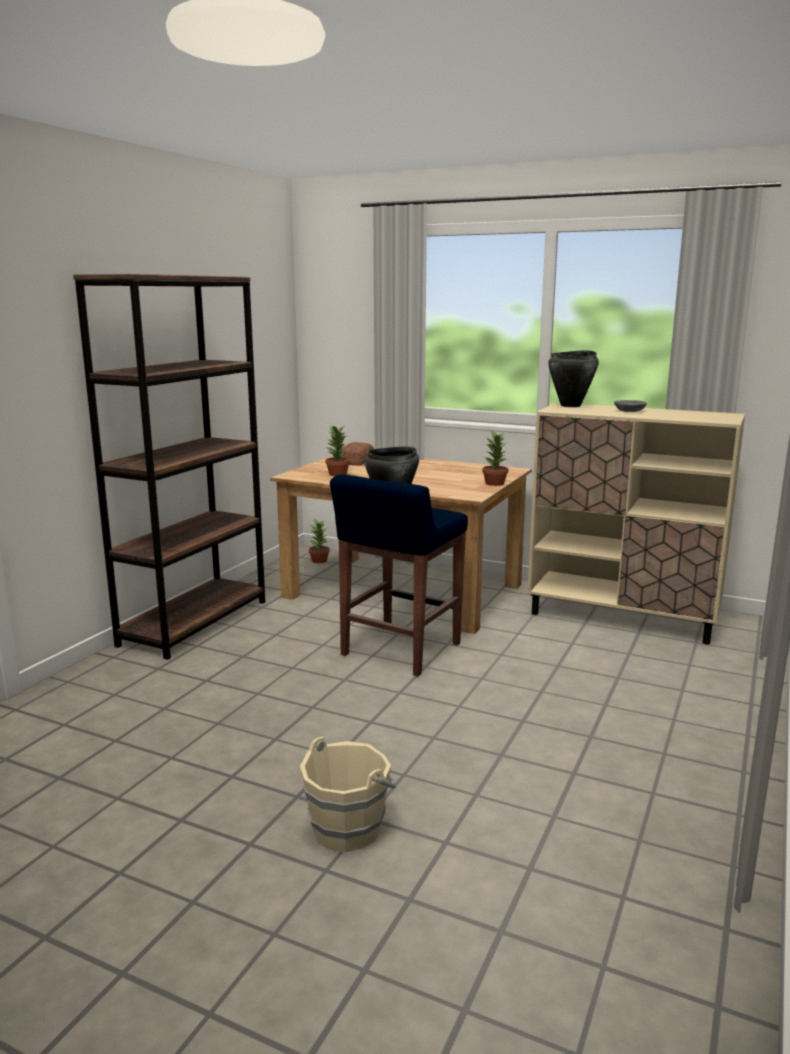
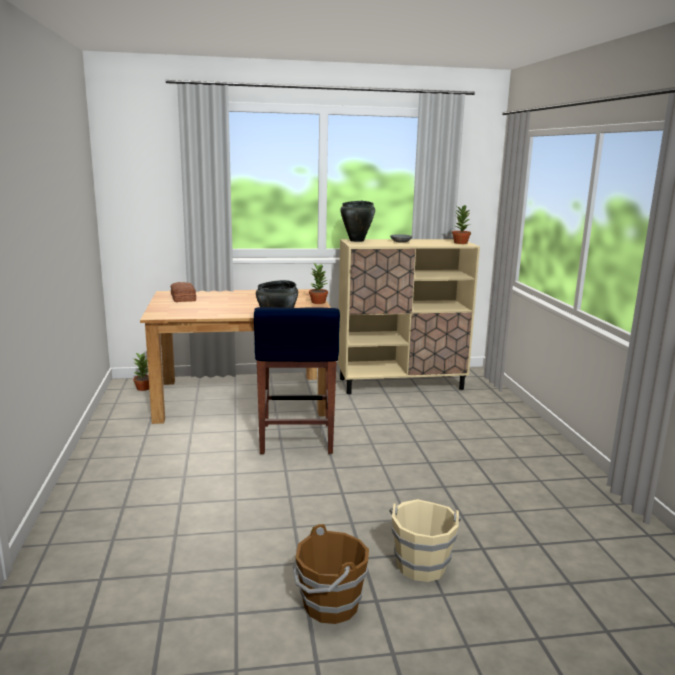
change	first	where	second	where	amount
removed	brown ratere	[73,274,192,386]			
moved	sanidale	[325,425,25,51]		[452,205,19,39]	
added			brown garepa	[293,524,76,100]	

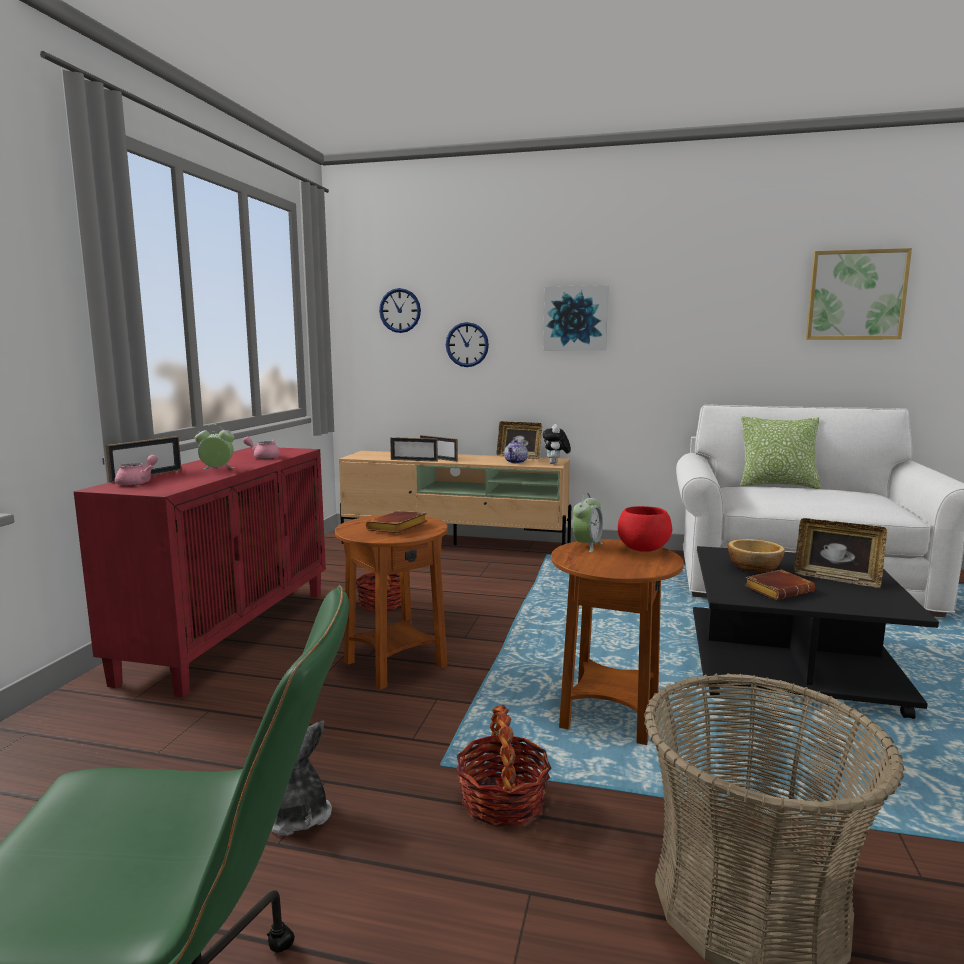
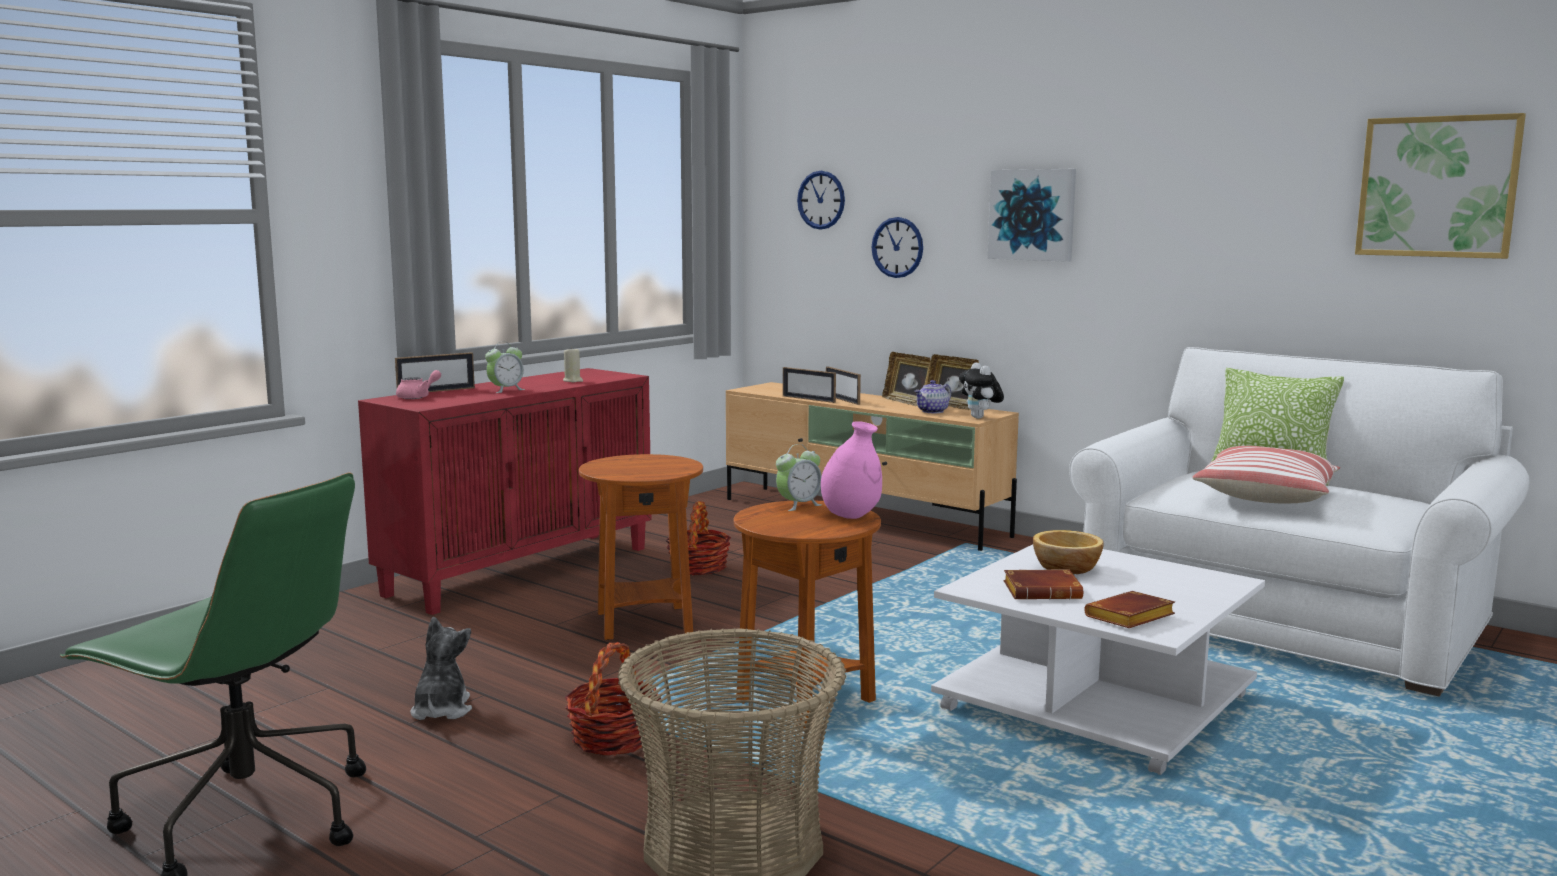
change	first	where	second	where	amount
turned	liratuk	[195,425,40,44]		[485,342,40,51]	120 degrees clockwise
replaced	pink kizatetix	[243,437,37,22]	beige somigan	[563,348,20,34]	
moved	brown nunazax	[366,511,61,22]		[1084,591,91,37]	
turned	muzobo	[542,424,29,40]		[959,362,45,57]	45 degrees counterclockwise
replaced	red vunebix	[618,506,54,46]	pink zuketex	[821,421,61,98]	
recoloured	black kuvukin	[693,546,246,173]	white kuvukin	[931,545,334,230]	
moved	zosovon	[794,518,93,70]		[882,352,50,54]	
added			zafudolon	[1192,446,148,58]	

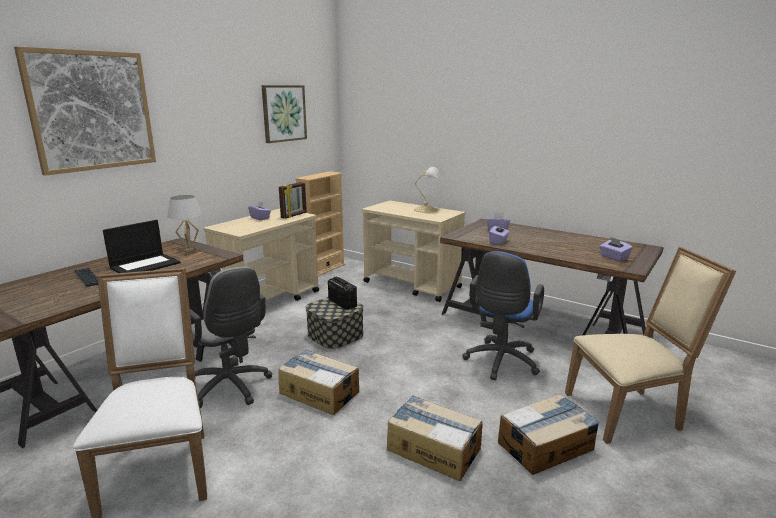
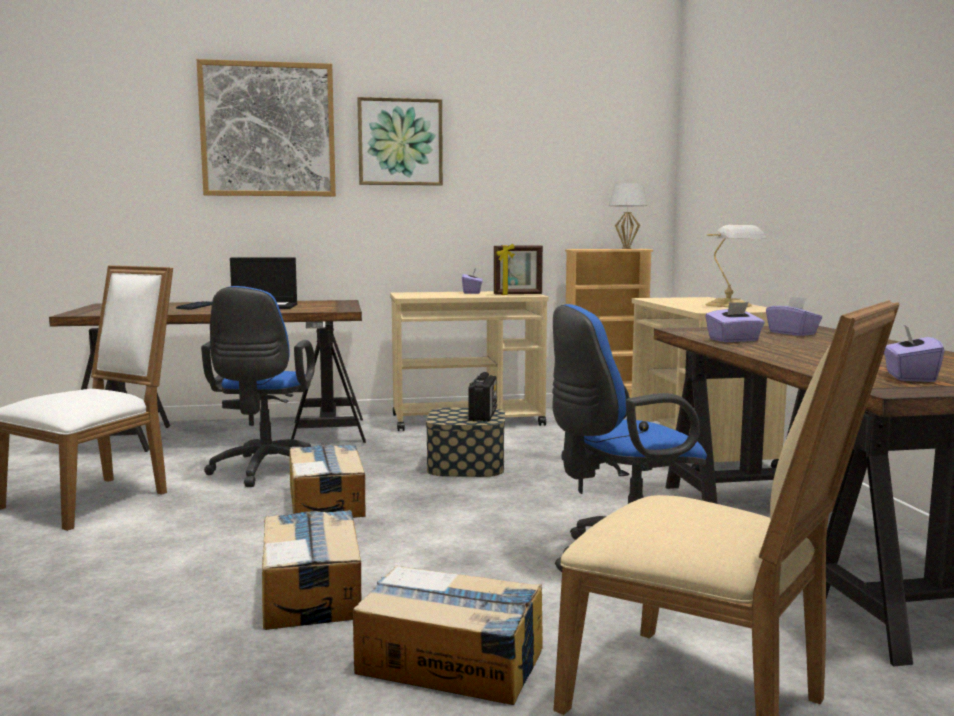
change	first	where	second	where	amount
moved	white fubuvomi	[167,195,35,56]		[609,183,38,66]	
recoloured	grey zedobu	[190,267,82,141]	blue zedobu	[201,286,114,201]	
moved	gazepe	[261,85,46,58]		[357,97,86,89]	

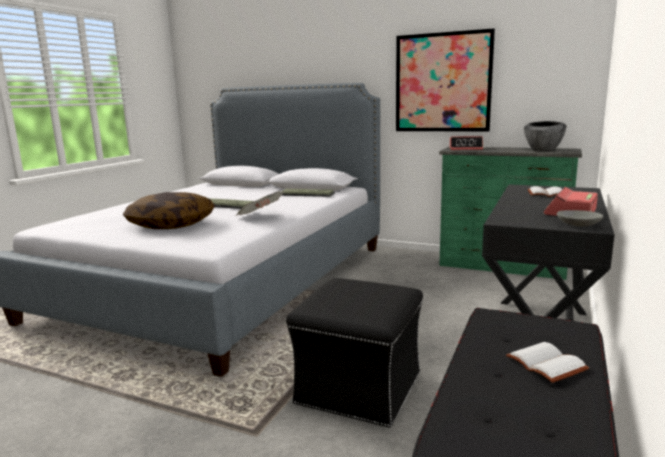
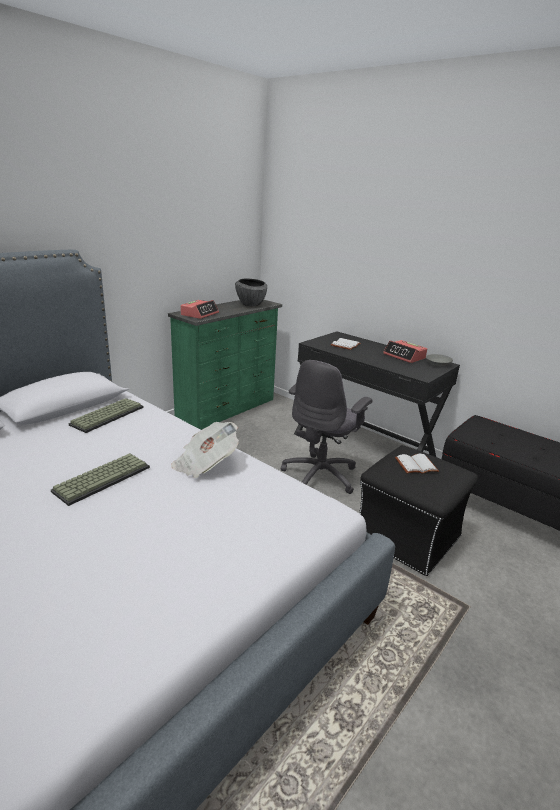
change	first	where	second	where	amount
removed	zafudolon	[123,192,92,37]			
removed	gazepe	[396,28,99,104]			
moved	white nunazax	[506,342,83,41]		[395,454,44,20]	
added			grey zedobu	[281,360,92,134]	

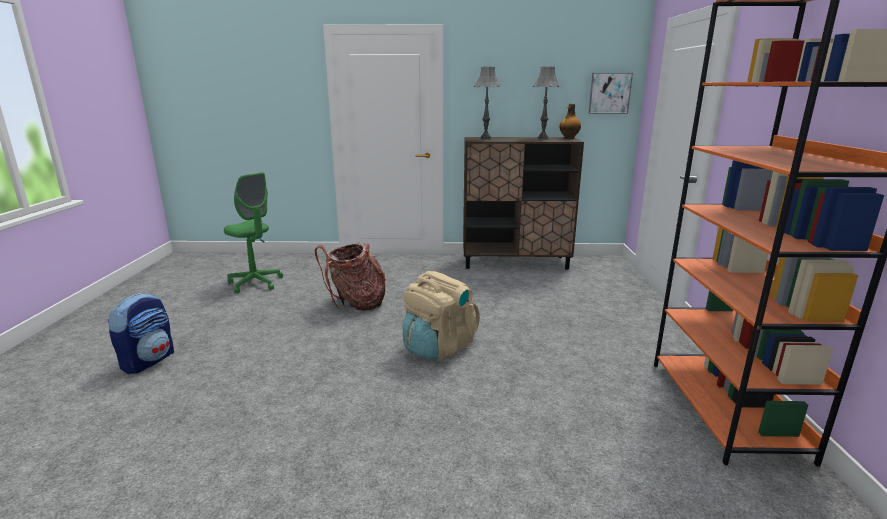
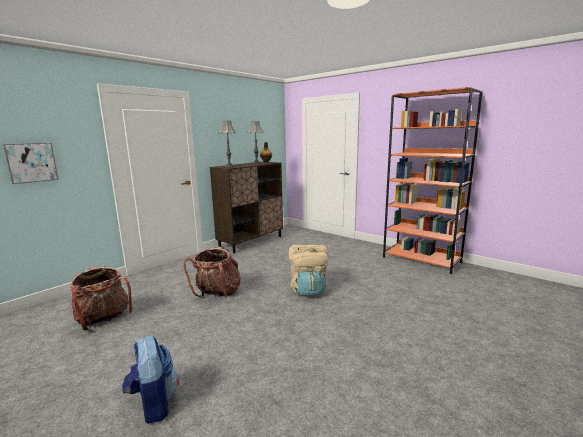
change	first	where	second	where	amount
replaced	green zedobu	[224,172,59,122]	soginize	[70,266,62,64]	
moved	gazepe	[589,73,44,41]		[3,143,56,41]	

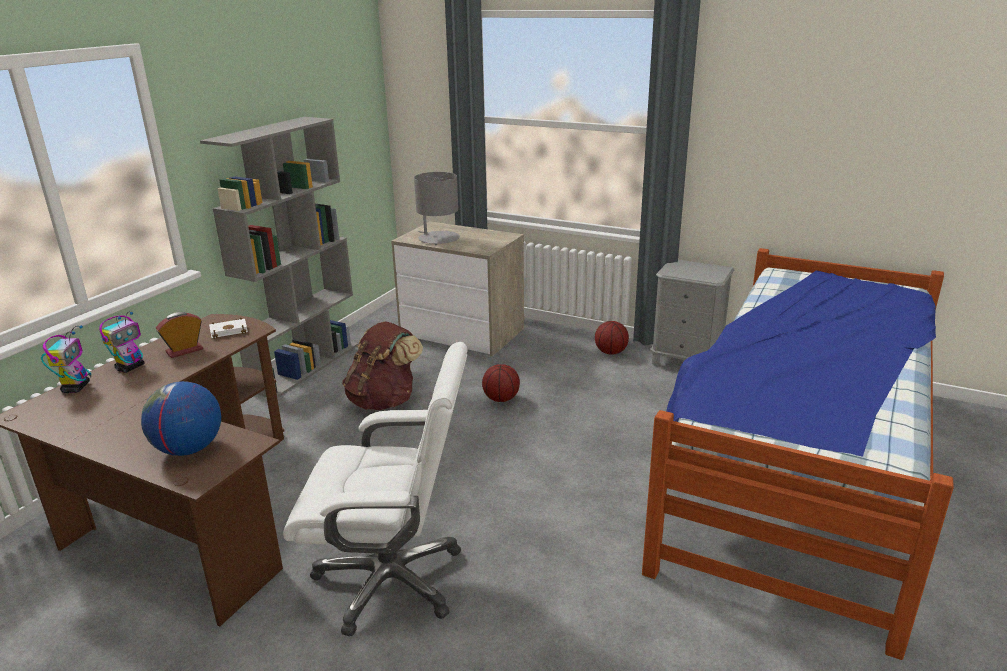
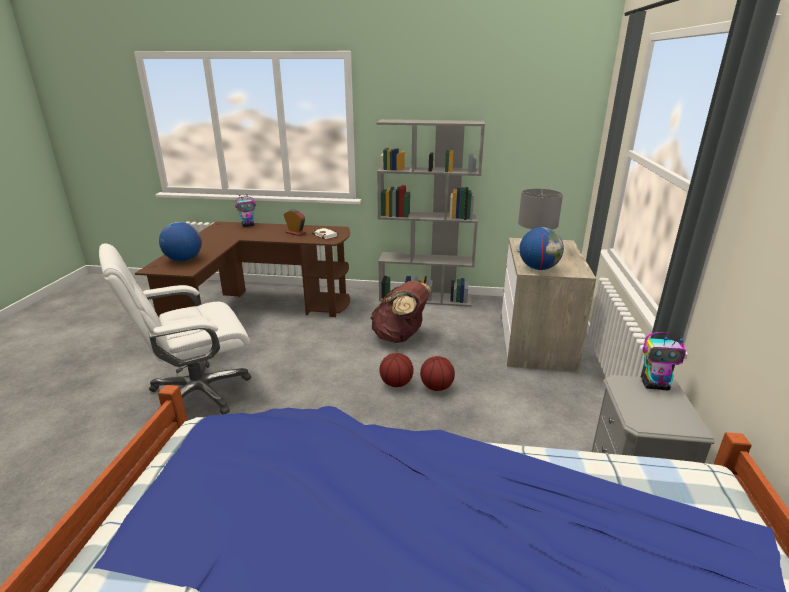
change	first	where	second	where	amount
moved	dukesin	[99,312,45,61]		[641,332,45,58]	
turned	white zedobu	[283,342,185,295]		[99,243,152,172]	75 degrees clockwise
moved	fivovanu	[595,321,34,34]		[379,353,35,34]	
added			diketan	[520,227,44,43]	

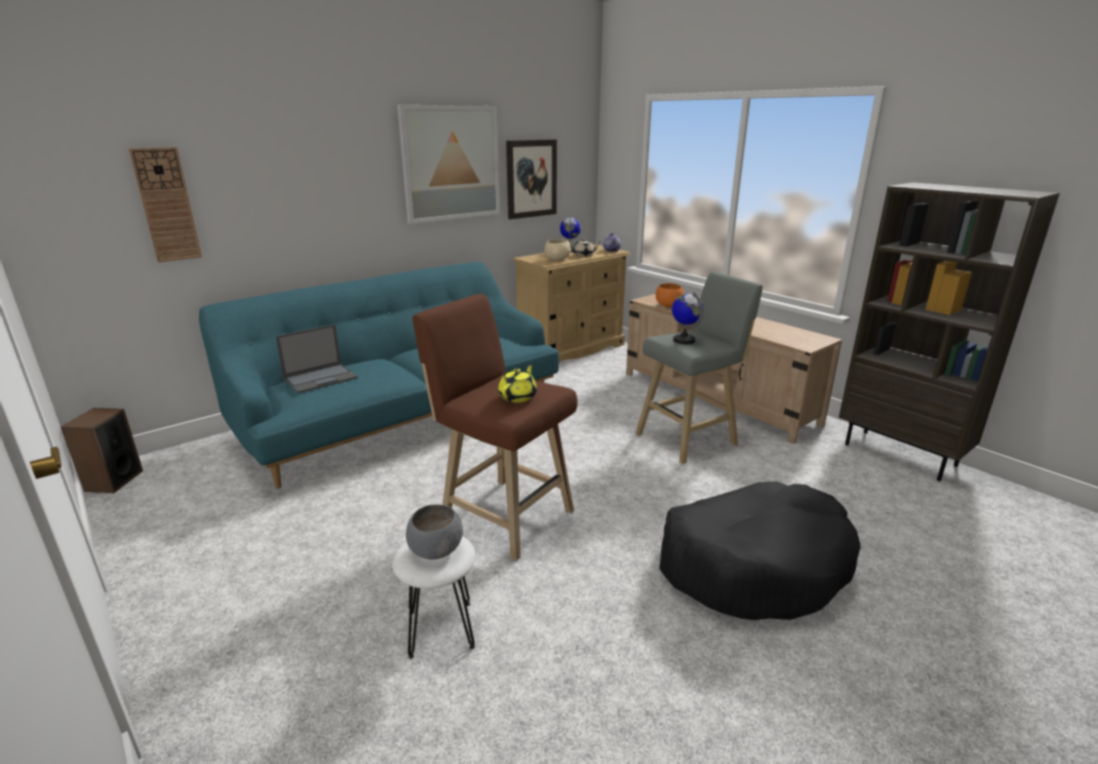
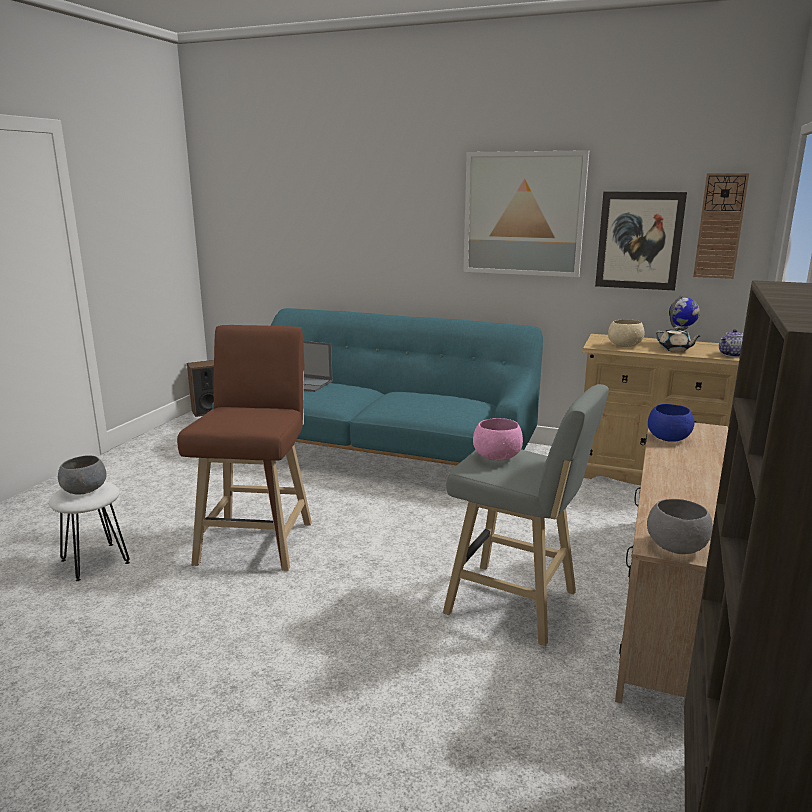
change	first	where	second	where	amount
moved	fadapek	[129,147,73,116]		[693,173,56,106]	
removed	yellow kizatetix	[498,364,39,39]			
recoloured	orange vunebix	[656,283,28,24]	blue vunebix	[648,404,46,38]	
removed	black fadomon	[659,481,202,139]			
replaced	diketan	[672,292,31,52]	pink vunebix	[473,418,50,42]	
added			grey vunebix	[647,499,66,55]	

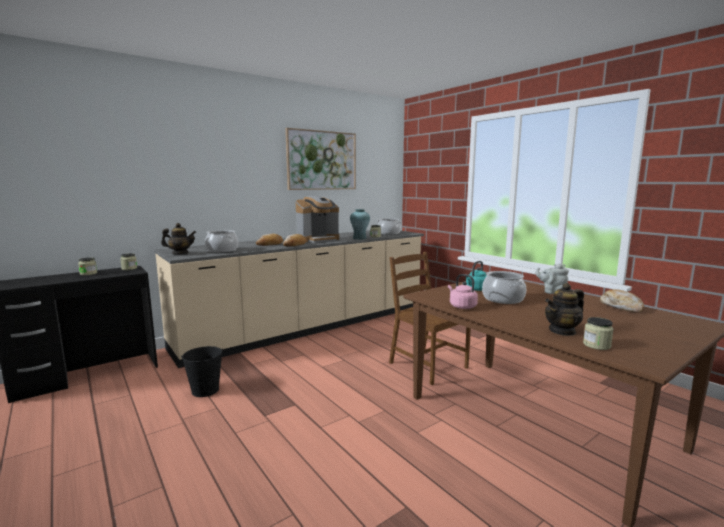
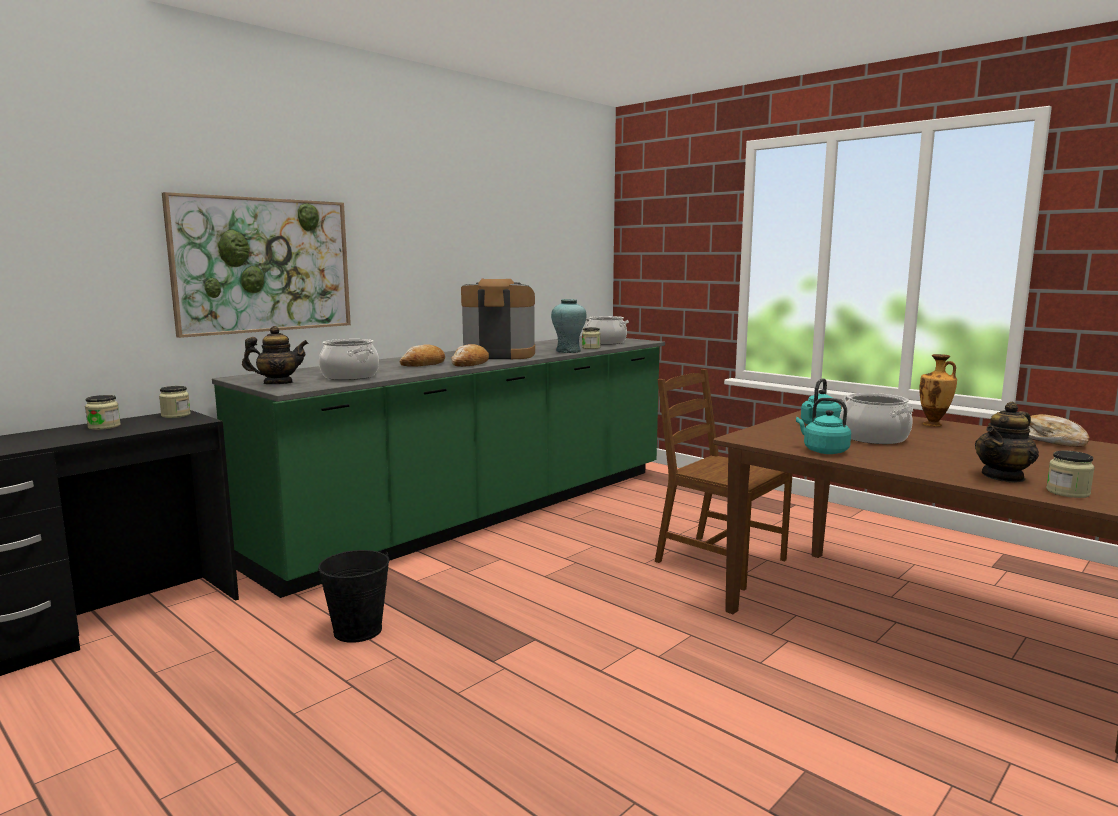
change	first	where	second	where	amount
recoloured	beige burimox	[154,230,270,138]	green burimox	[212,336,453,262]	
moved	gazepe	[285,128,71,62]		[162,192,189,146]	
turned	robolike	[296,196,43,47]		[461,276,74,83]	135 degrees counterclockwise
recoloured	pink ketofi	[448,274,30,35]	turquoise ketofi	[796,398,55,56]	
replaced	grey kizatetix	[535,264,34,30]	zuketex	[919,354,38,72]	

